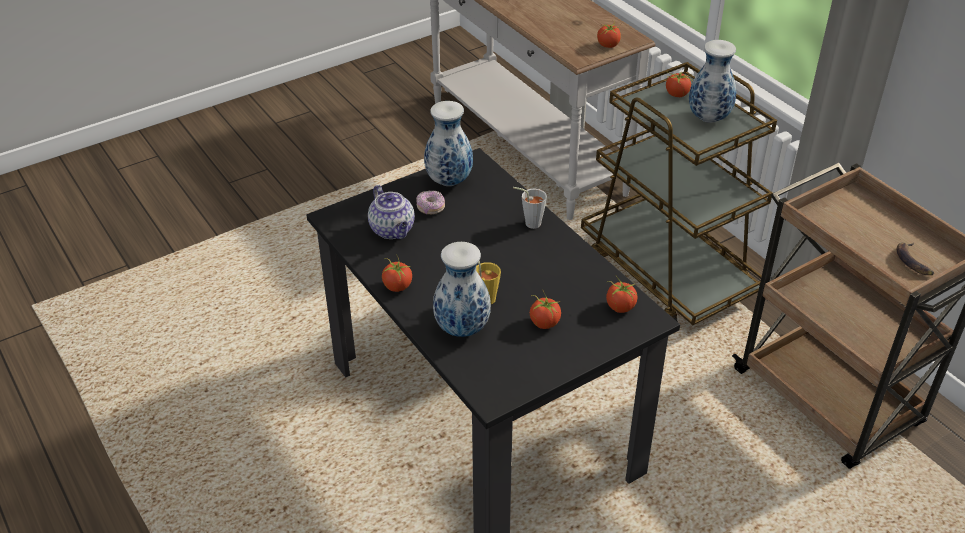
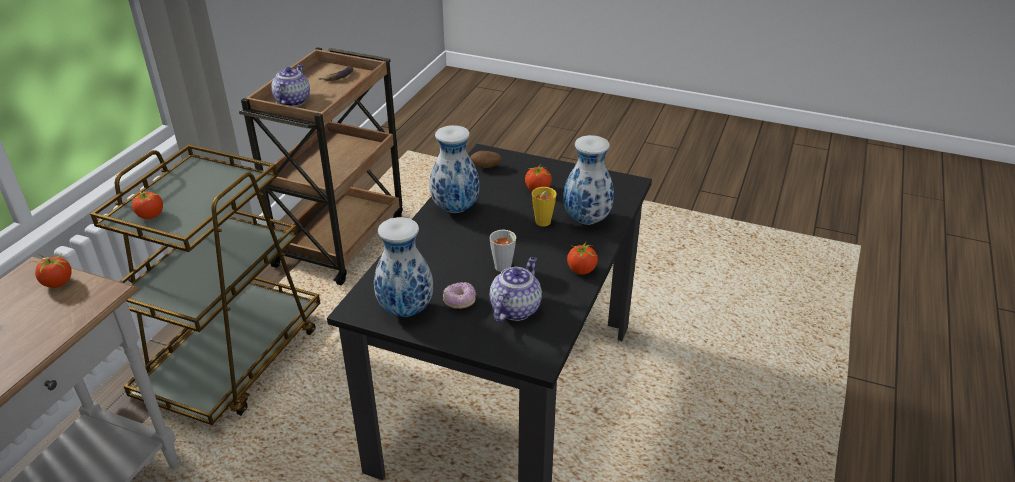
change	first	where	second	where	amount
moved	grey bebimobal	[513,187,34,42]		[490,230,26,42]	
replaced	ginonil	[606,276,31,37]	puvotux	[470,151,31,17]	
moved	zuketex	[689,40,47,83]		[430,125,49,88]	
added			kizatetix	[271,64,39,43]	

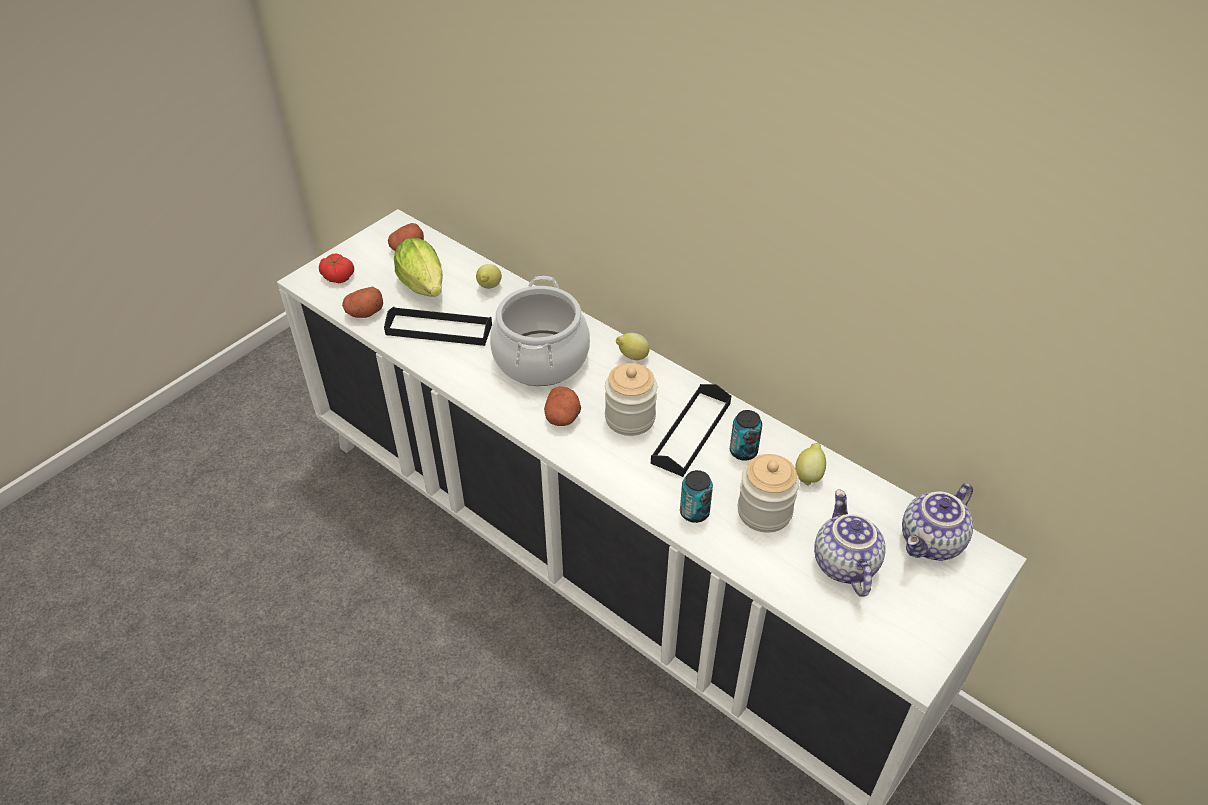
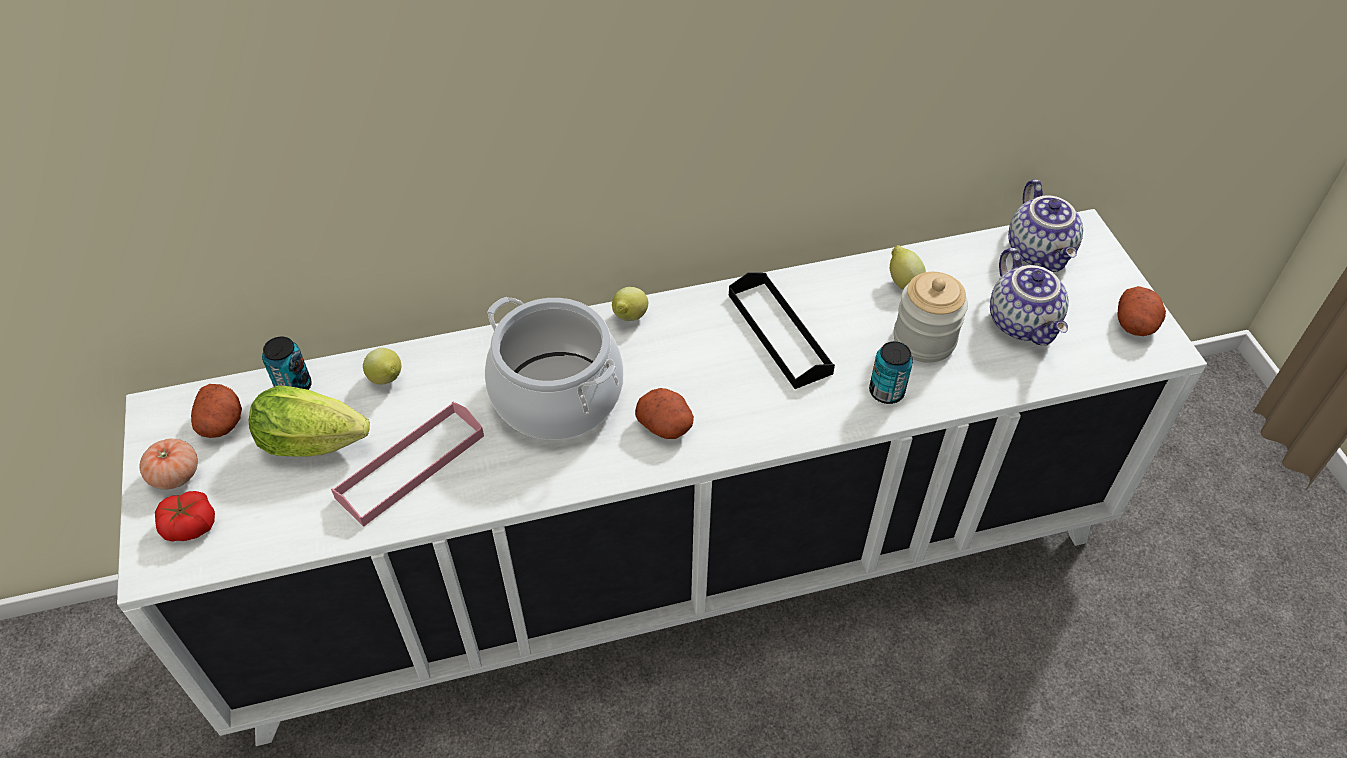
change	first	where	second	where	amount
moved	puvotux	[342,287,41,31]		[1117,286,49,50]	
recoloured	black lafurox	[384,306,108,40]	pink lafurox	[331,401,153,126]	
removed	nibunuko	[605,363,52,73]			
moved	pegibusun	[730,410,32,51]		[262,337,50,53]	
turned	kizatetix	[814,489,72,108]		[990,248,79,98]	135 degrees counterclockwise
added			ginonil	[140,439,58,51]	

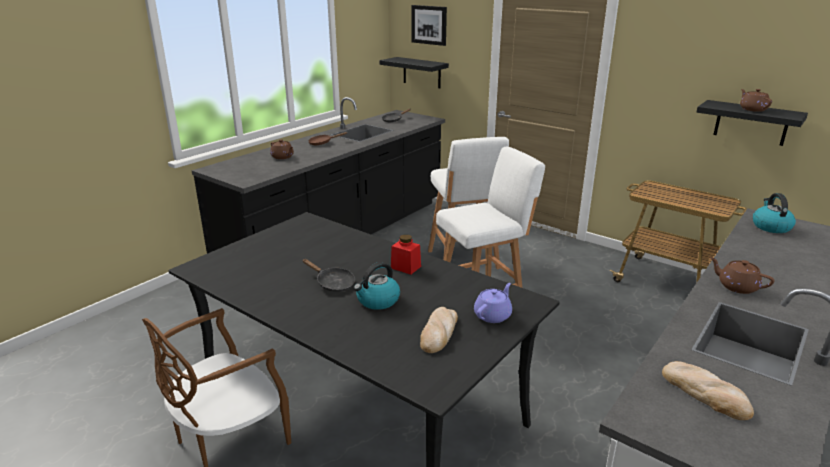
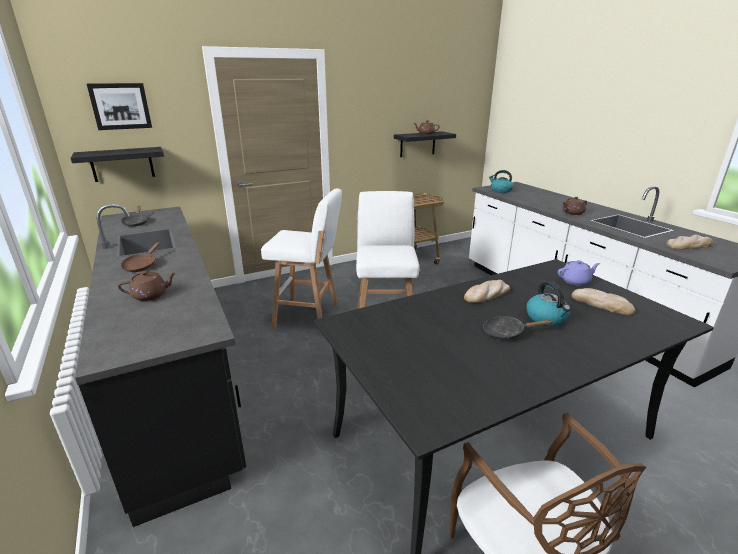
change	first	where	second	where	amount
turned	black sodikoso	[302,259,53,33]		[483,316,70,24]	150 degrees counterclockwise
replaced	red nibunuko	[391,234,30,40]	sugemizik	[464,280,46,23]	
turned	purple kizatetix	[474,283,38,40]		[558,260,42,26]	105 degrees clockwise

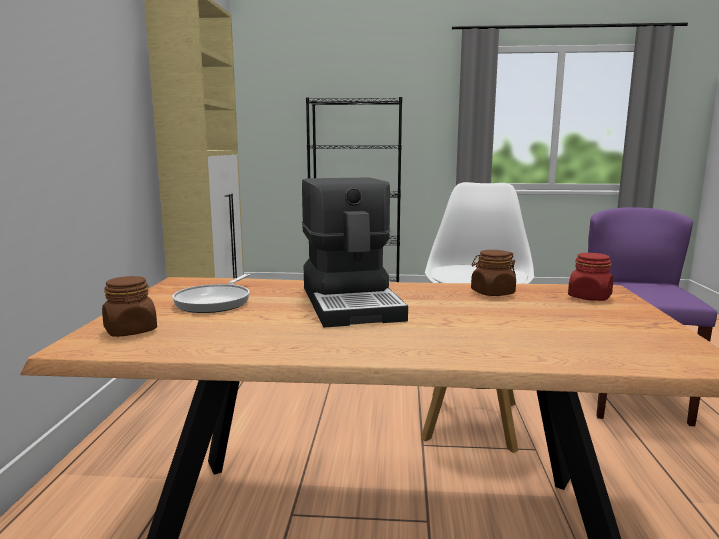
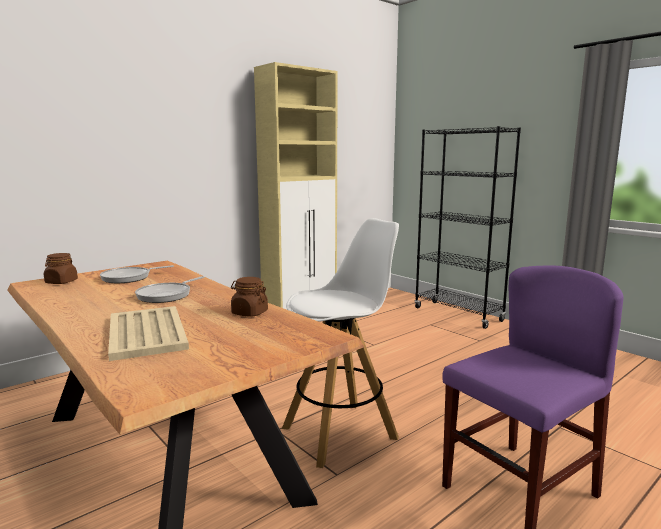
change	first	where	second	where	amount
replaced	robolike	[302,177,106,151]	sodikoso	[135,276,70,27]	
removed	red nibunuko	[568,253,45,48]			
added			beige lafurox	[108,306,81,55]	

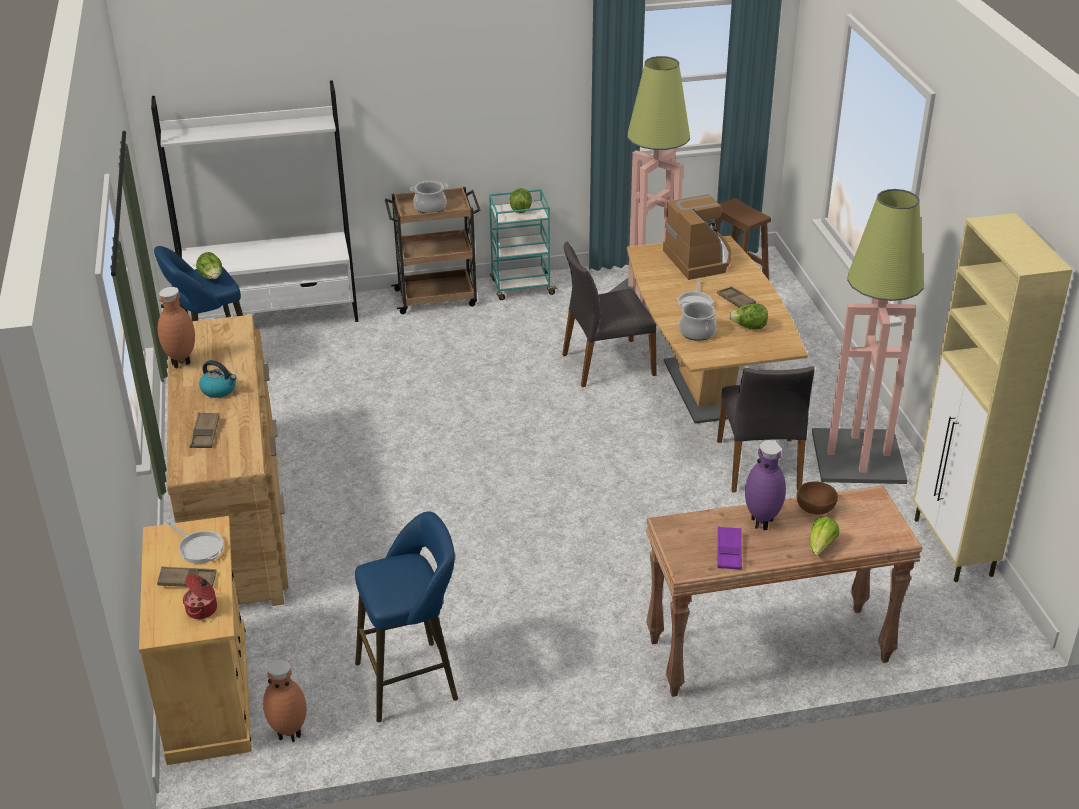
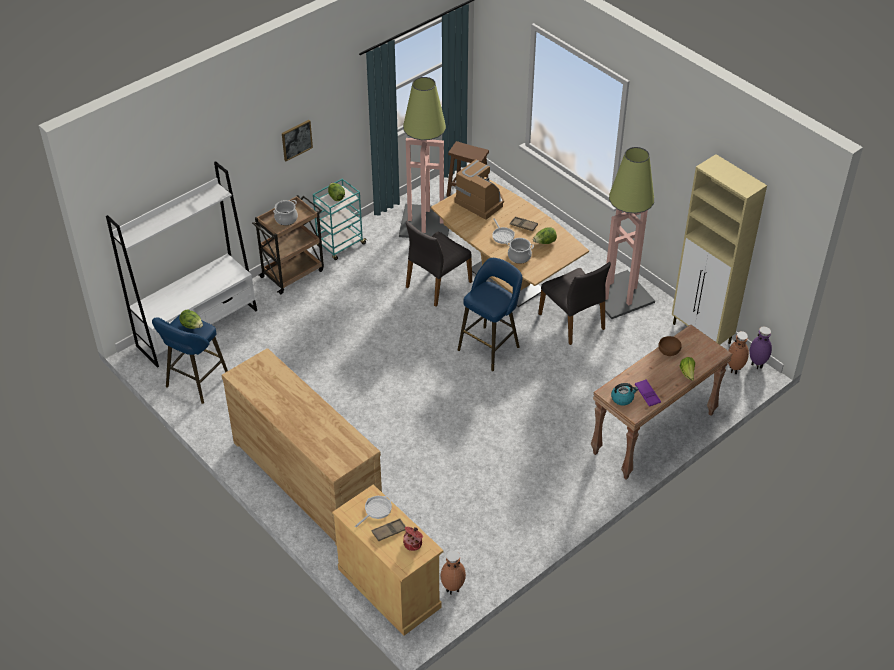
change	first	where	second	where	amount
moved	brown zuketex	[158,287,37,81]		[728,331,21,43]	
turned	sodikoso	[167,522,56,42]		[355,496,37,31]	60 degrees counterclockwise
removed	brown lafurox	[190,412,30,36]			
moved	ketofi	[199,360,37,38]		[611,383,27,23]	
moved	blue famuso	[355,511,103,211]		[458,258,64,113]	
moved	purple zuketex	[745,440,41,90]		[750,327,22,42]	
added			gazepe	[282,120,31,41]	

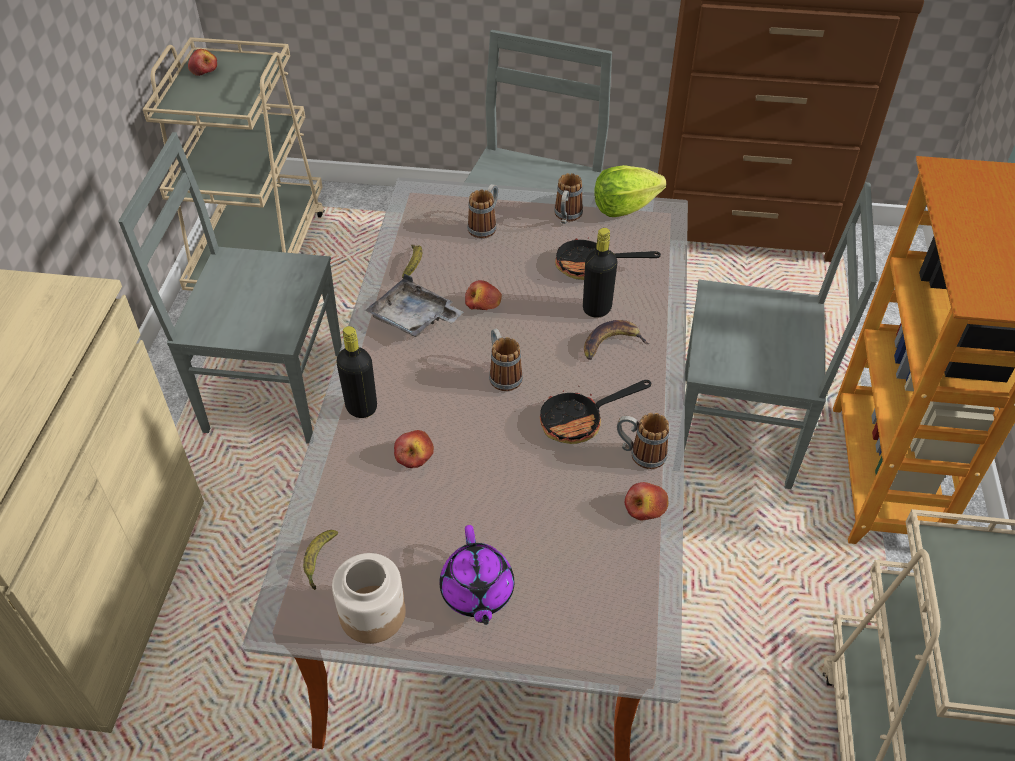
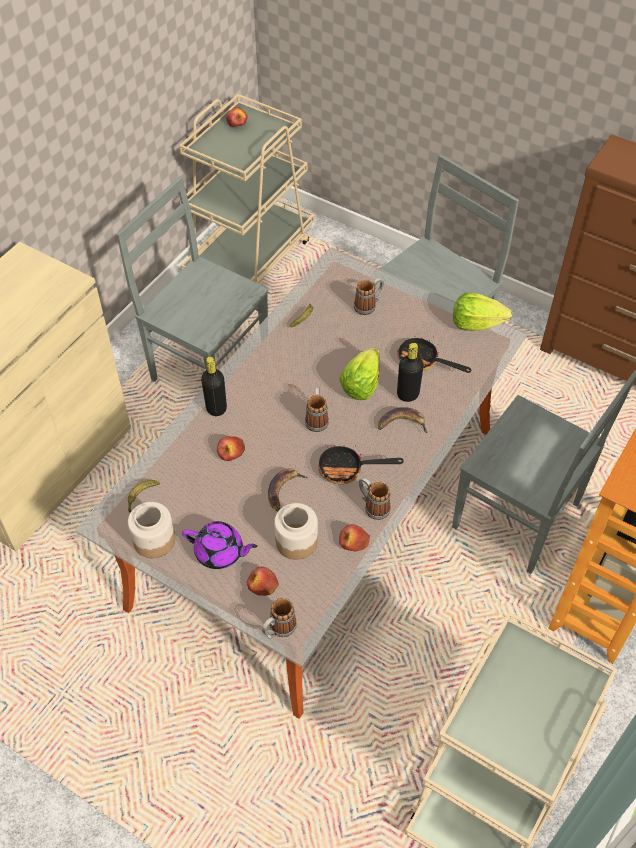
change	first	where	second	where	amount
removed	grey lafurox	[365,273,98,64]			
turned	purple kizatetix	[440,525,74,100]		[182,521,75,48]	90 degrees counterclockwise
moved	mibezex	[465,280,37,30]		[247,567,32,29]	
moved	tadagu	[554,173,29,51]		[262,598,35,41]	
added			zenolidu	[268,468,40,44]	
added			nibunuko	[274,503,44,57]	
added			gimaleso	[339,347,41,53]	

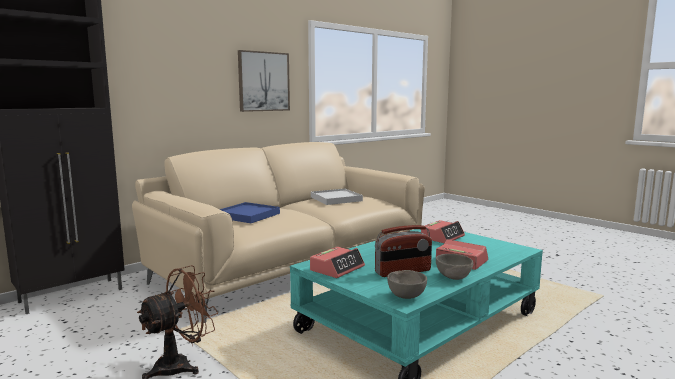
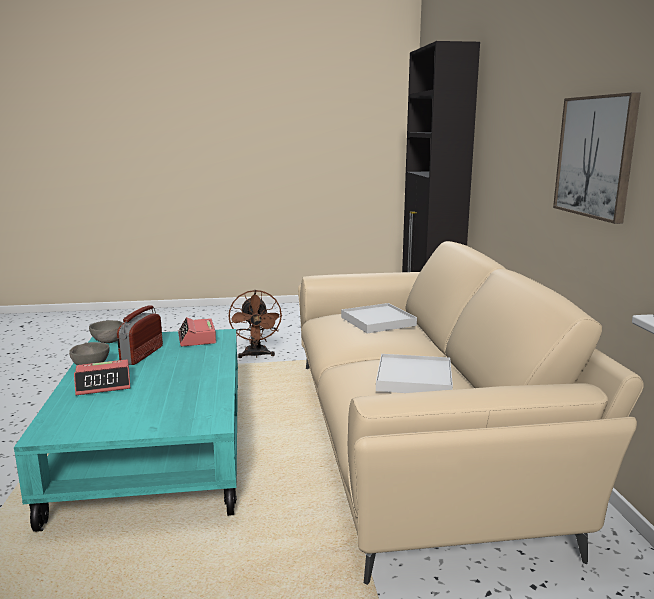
change	first	where	second	where	amount
recoloured	blue lafurox	[220,202,60,21]	white lafurox	[341,303,76,30]	
removed	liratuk	[421,220,44,23]			

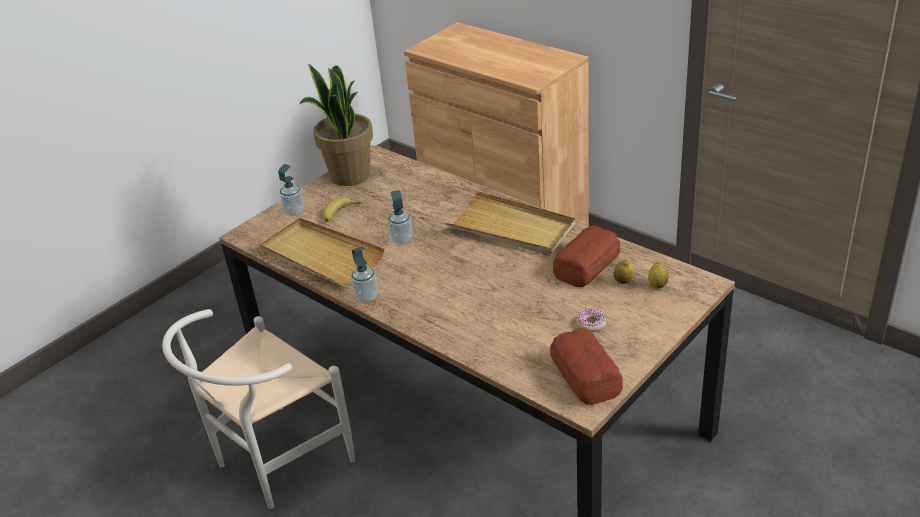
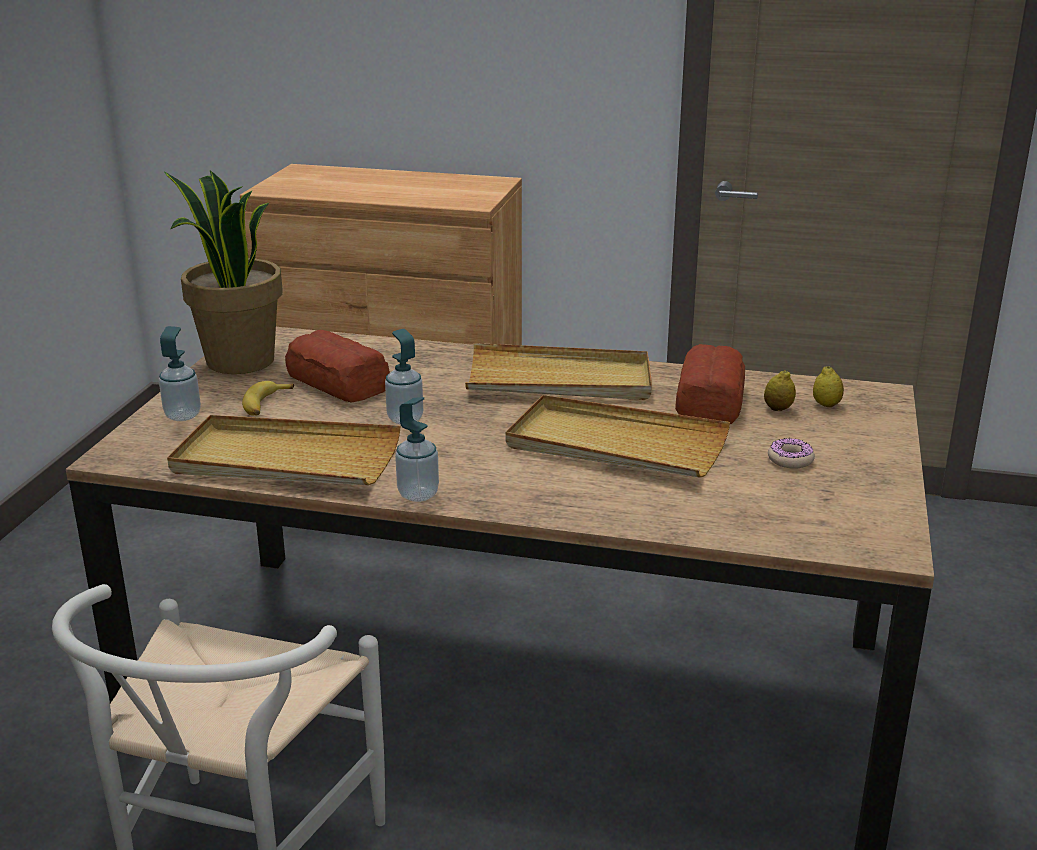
change	first	where	second	where	amount
moved	sugemizik	[550,328,73,77]		[285,330,105,73]	
added			beige lafurox	[505,395,225,83]	

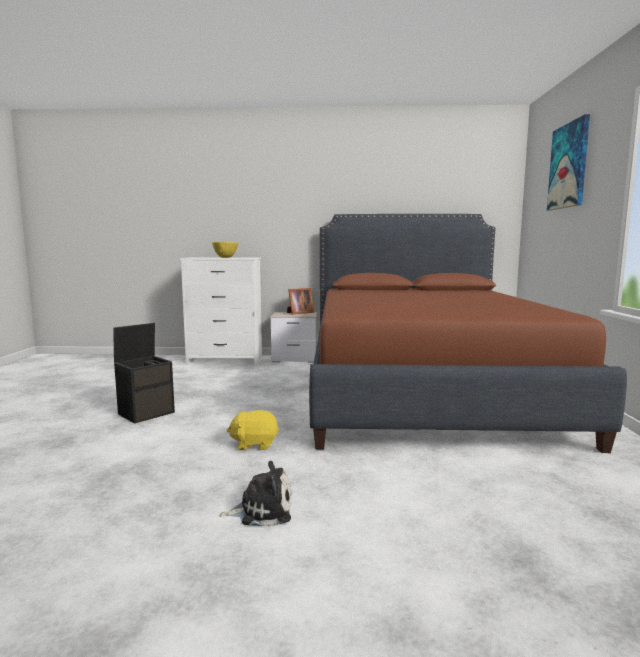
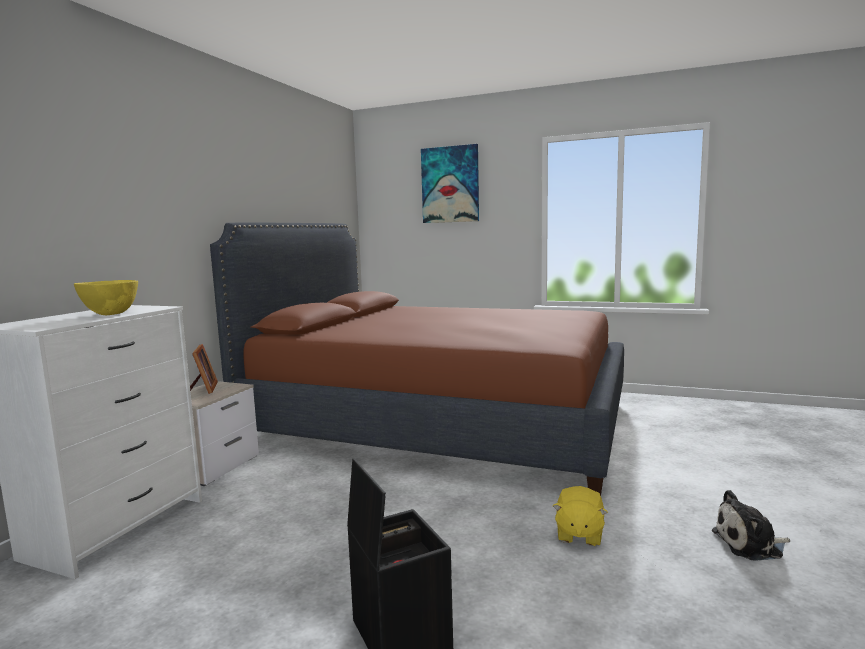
change	first	where	second	where	amount
turned	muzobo	[219,461,73,66]		[712,490,78,71]	105 degrees counterclockwise

